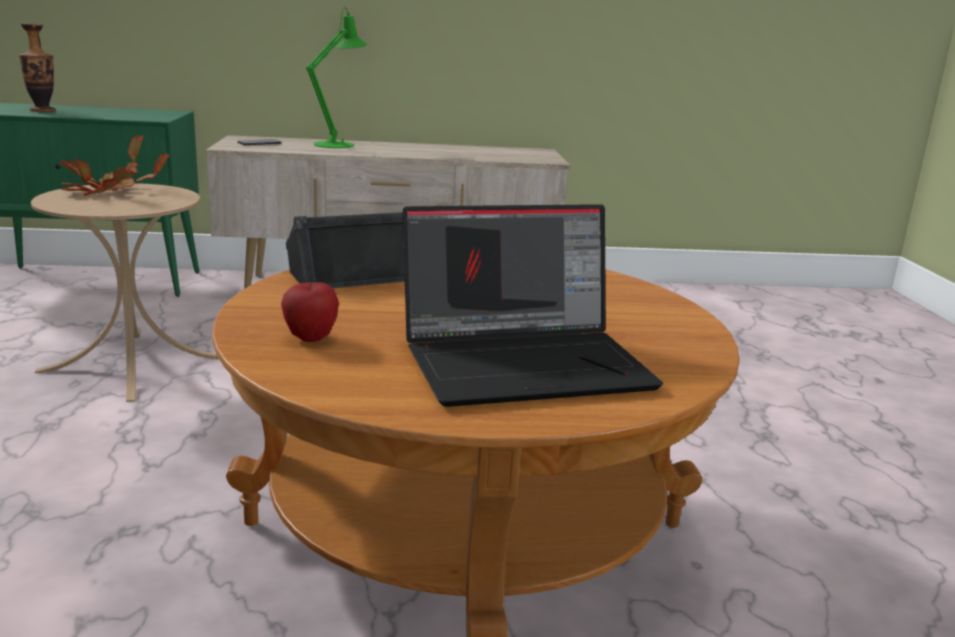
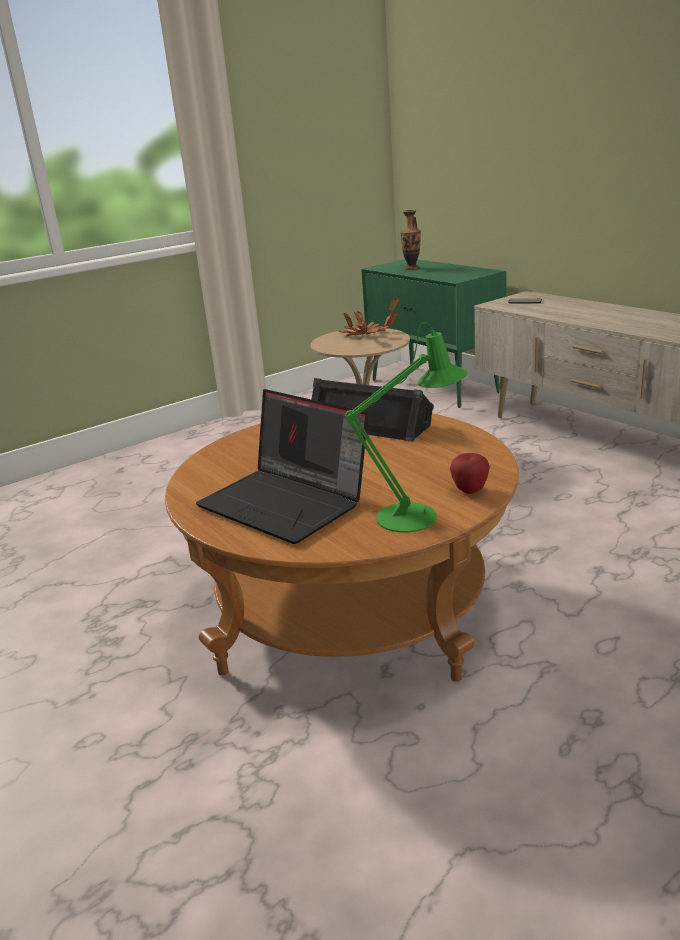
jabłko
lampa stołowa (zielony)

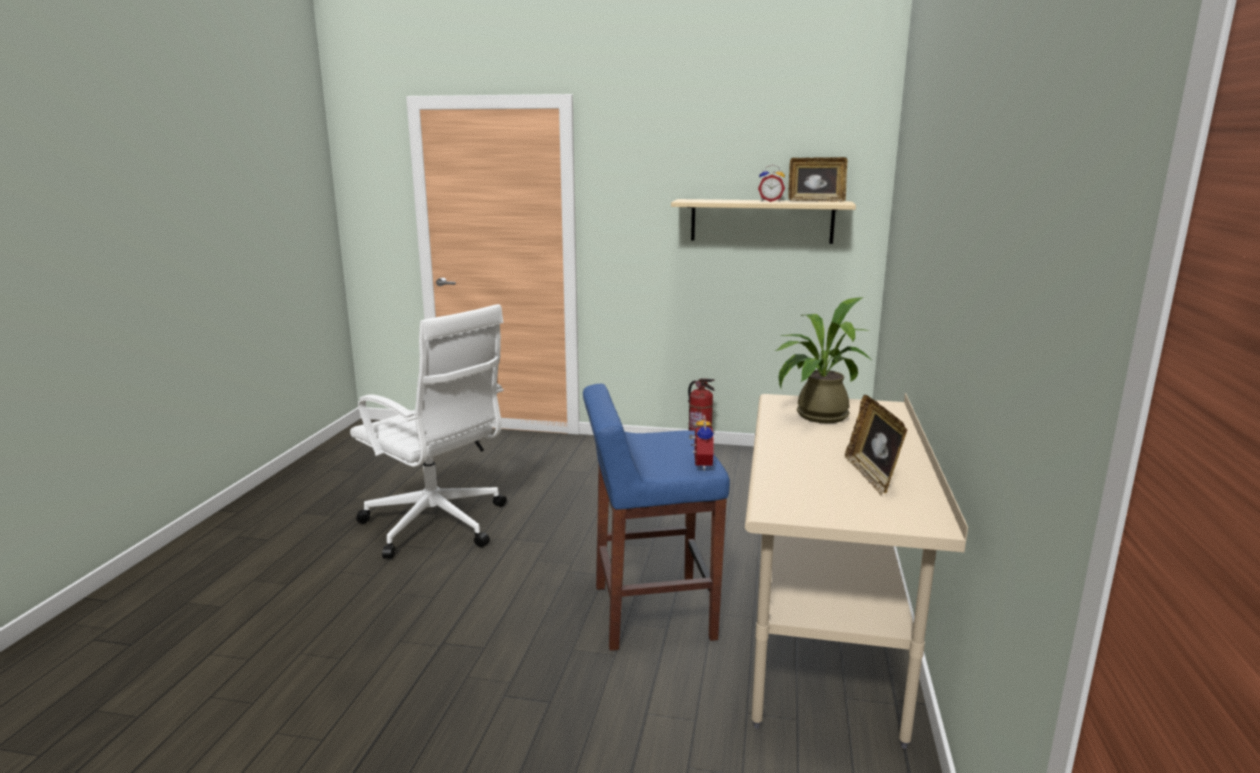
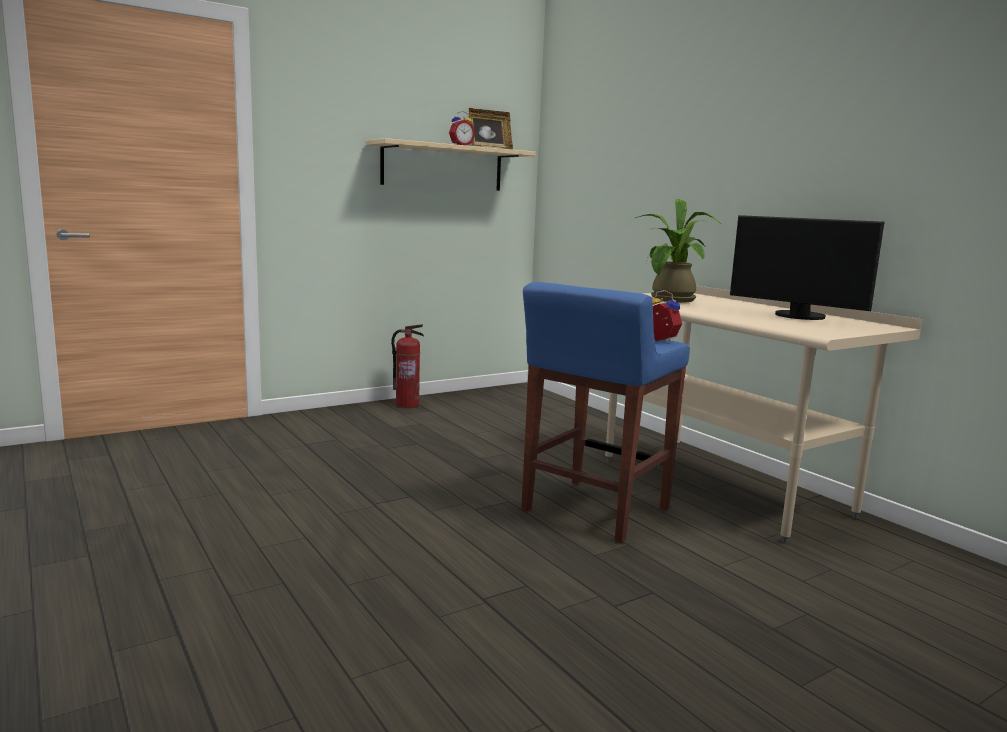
krzesło biurowe (biały)
monitor

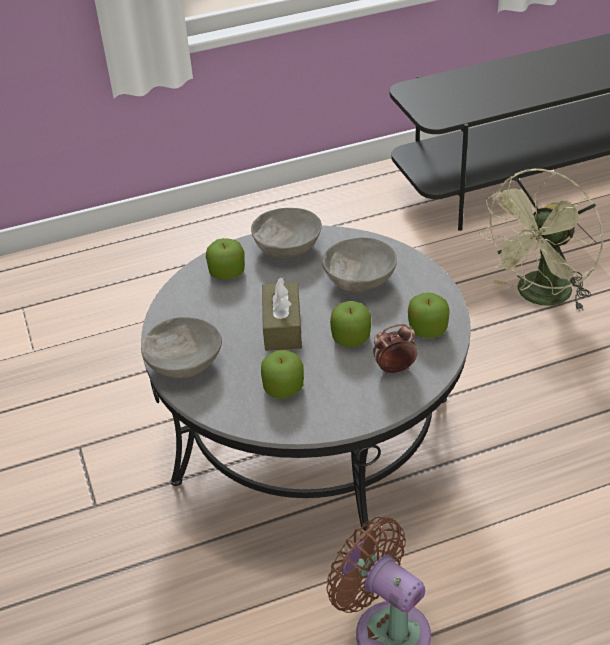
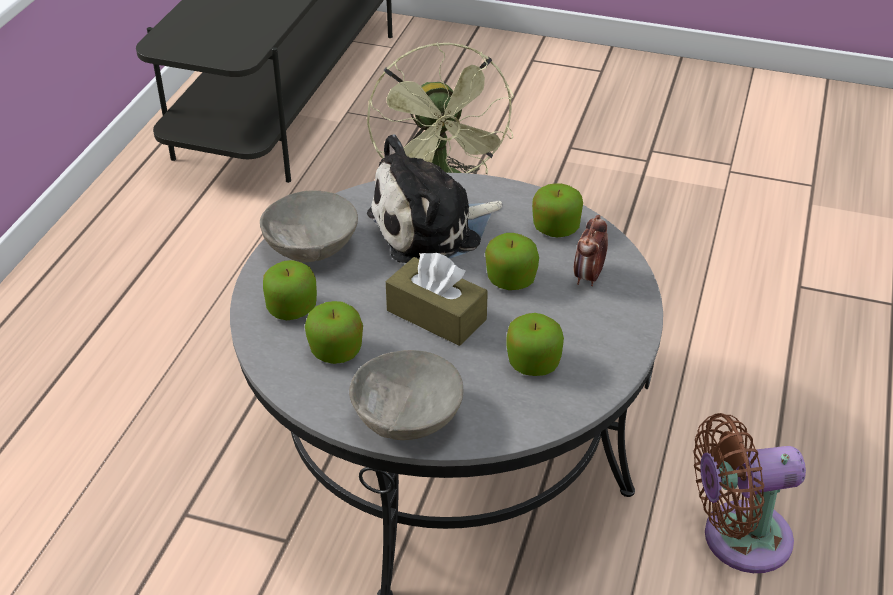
jabłko (2nd from left)
pluszak

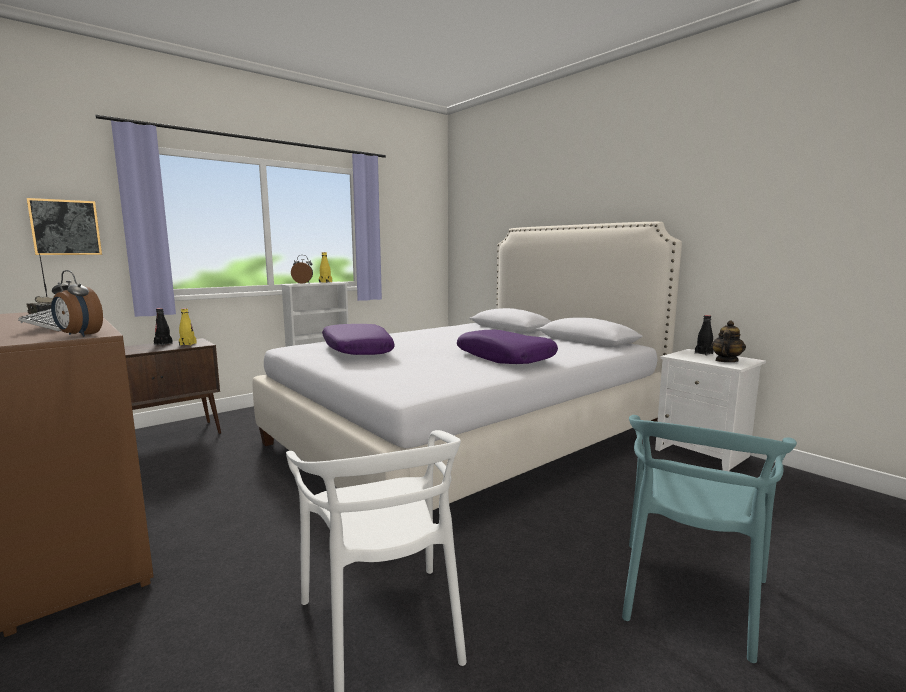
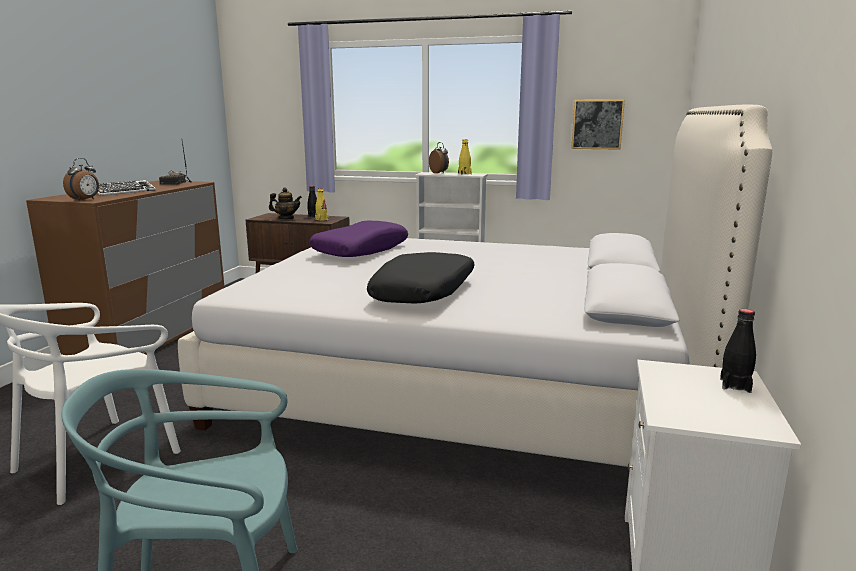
obraz
imbryk
poduszka (czarny)
budzik (1st from left)

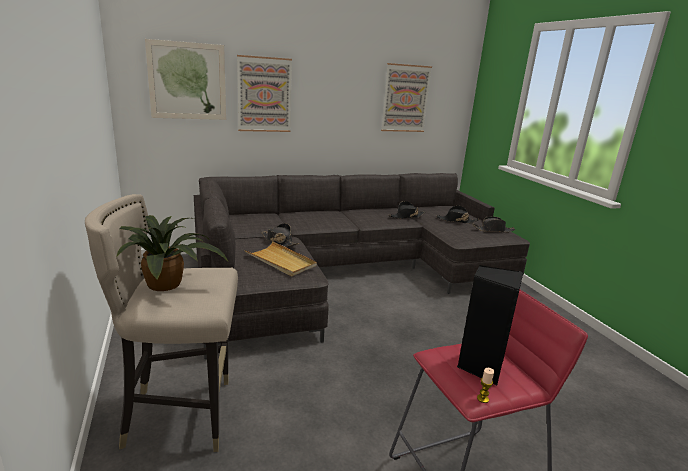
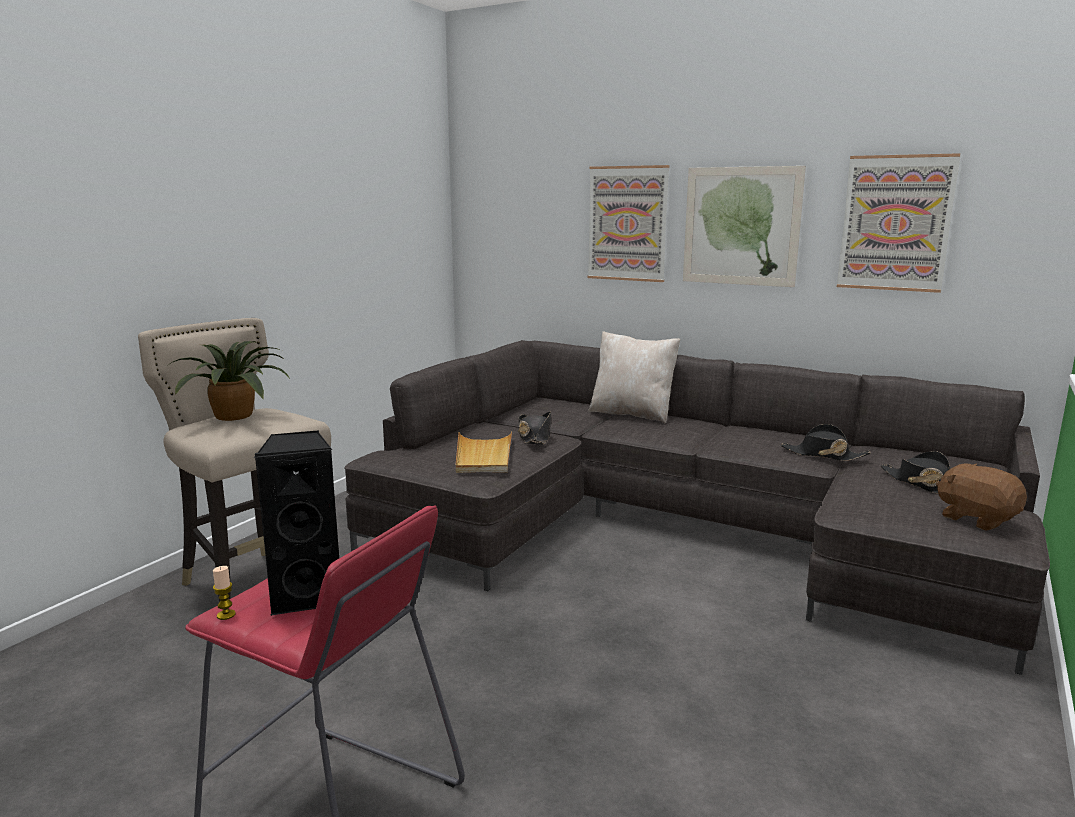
poduszka (beżowy)
obraz (2nd from left)
pluszak (brązowy)

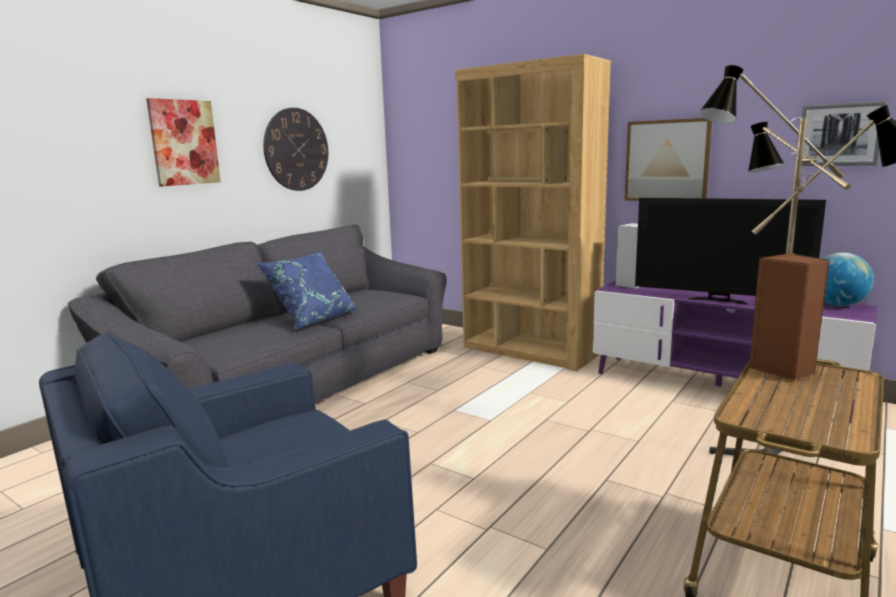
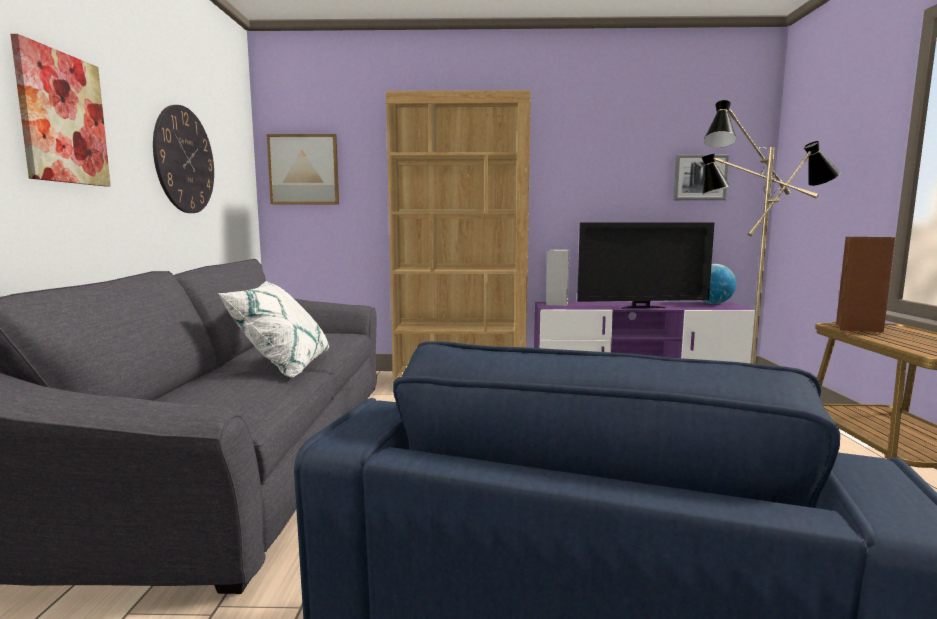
obraz (2nd from left)
poduszka (biały)

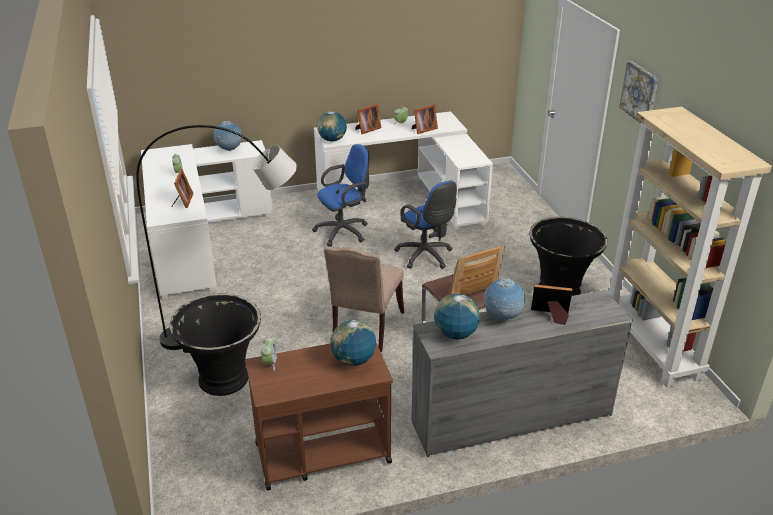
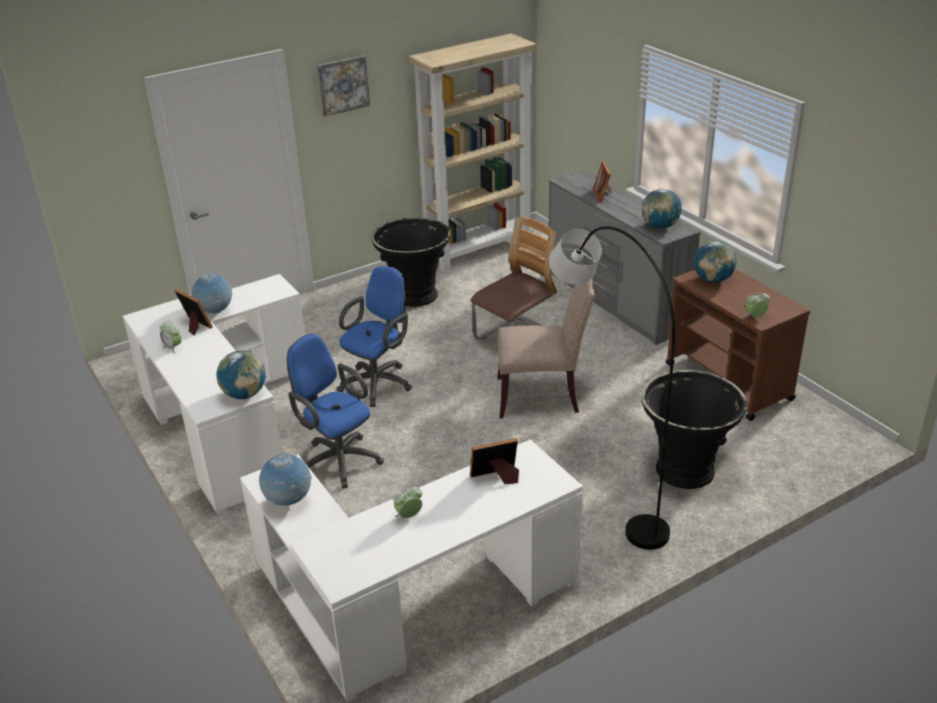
ramka na zdjęcie (2nd from left in the first image)
globus (1st from left)

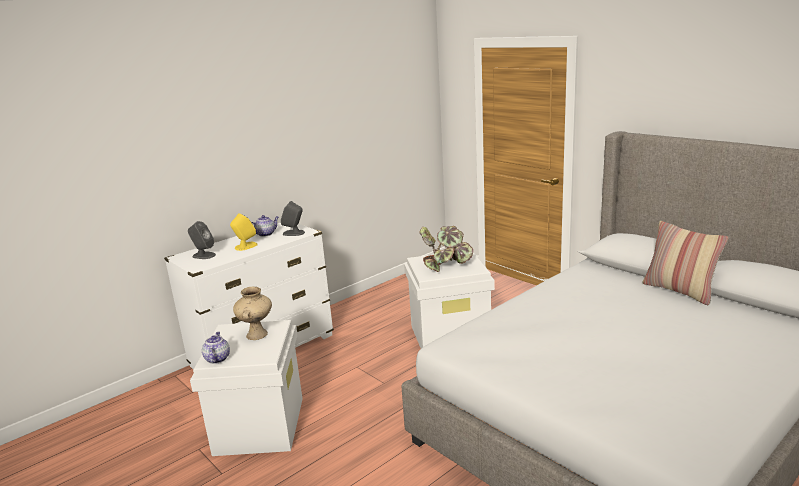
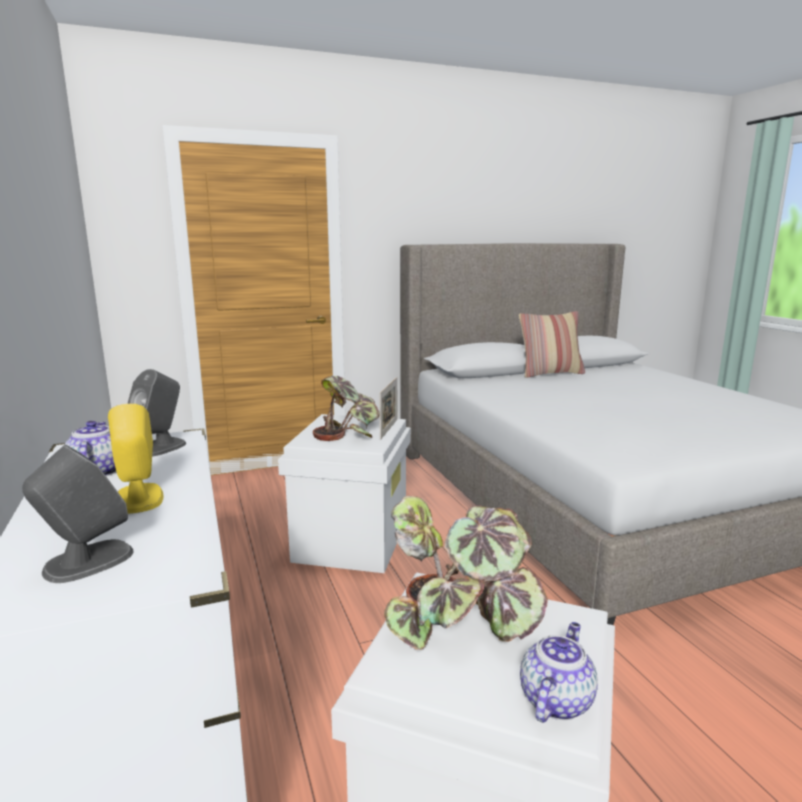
ramka na zdjęcie
roślina doniczkowa (2nd from left)
imbryk (2nd from left)

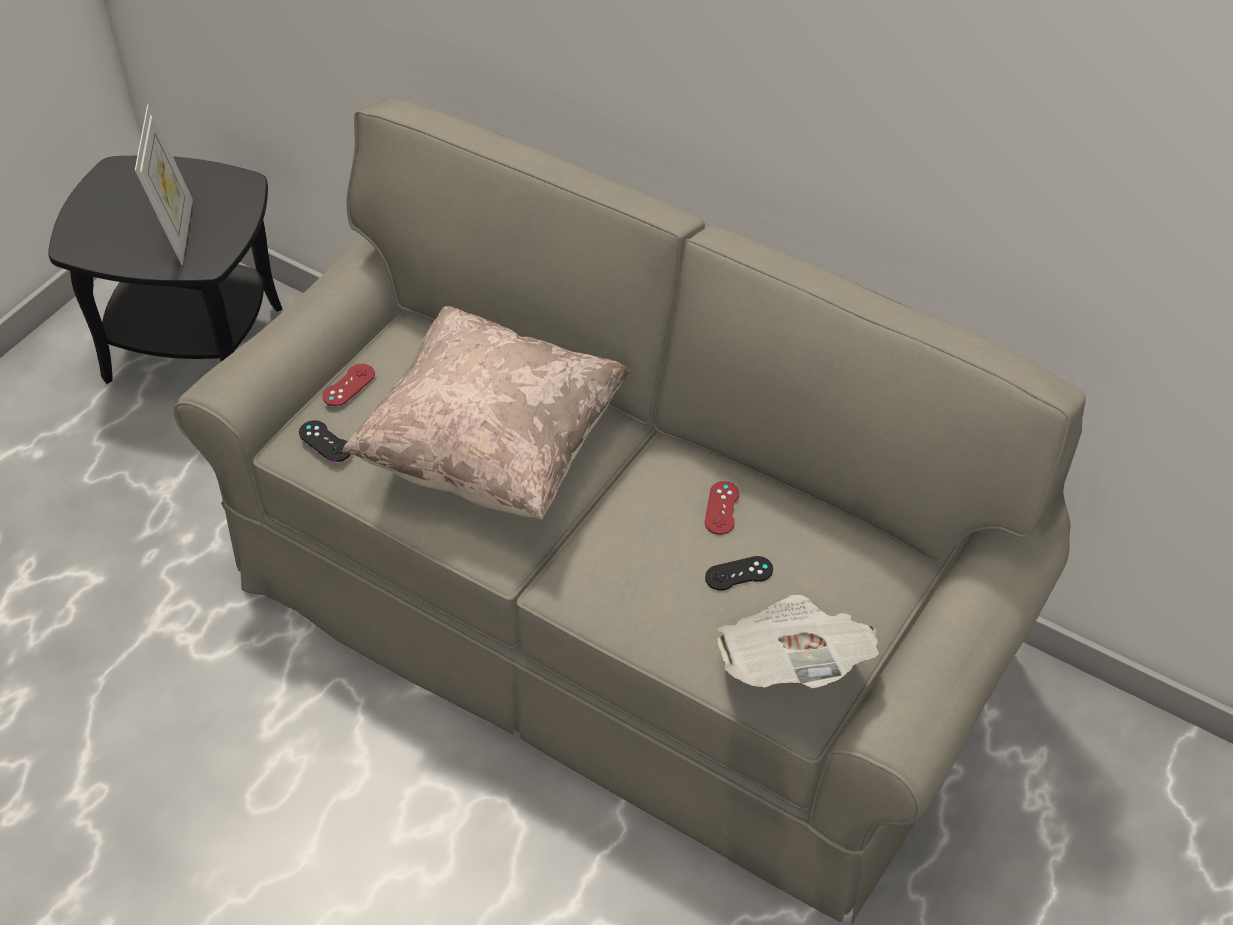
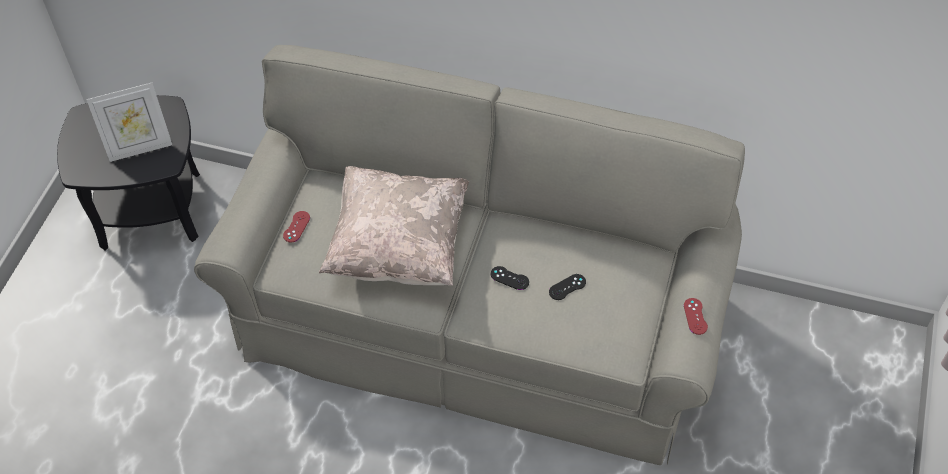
gazeta
pad do gier (czarny) (1st from left)
pad do gier (czerwony) (2nd from left)
ramka na zdjęcie

